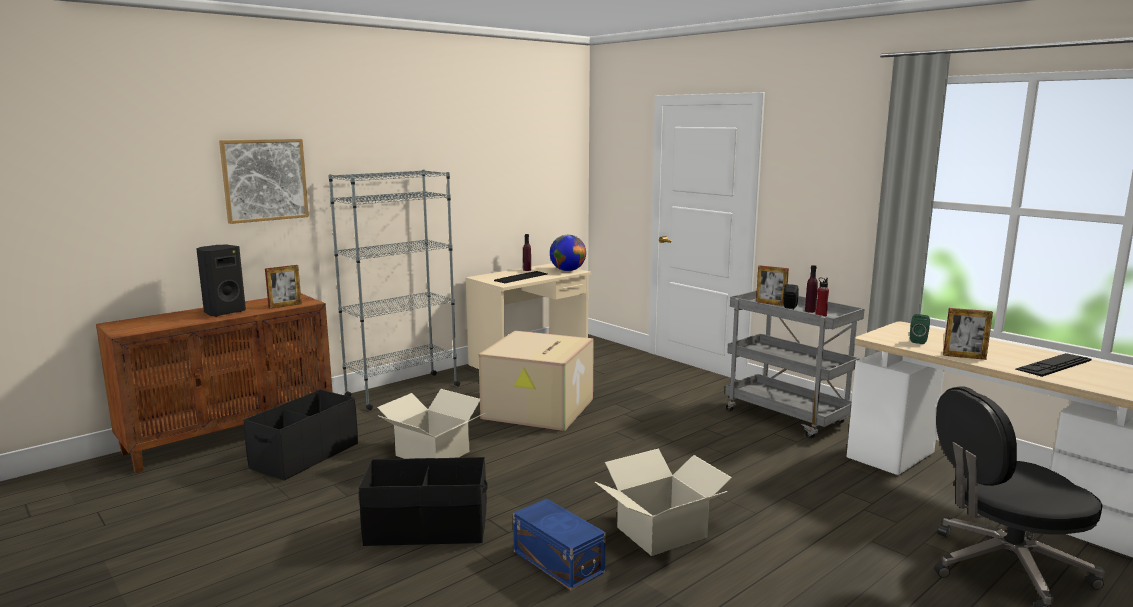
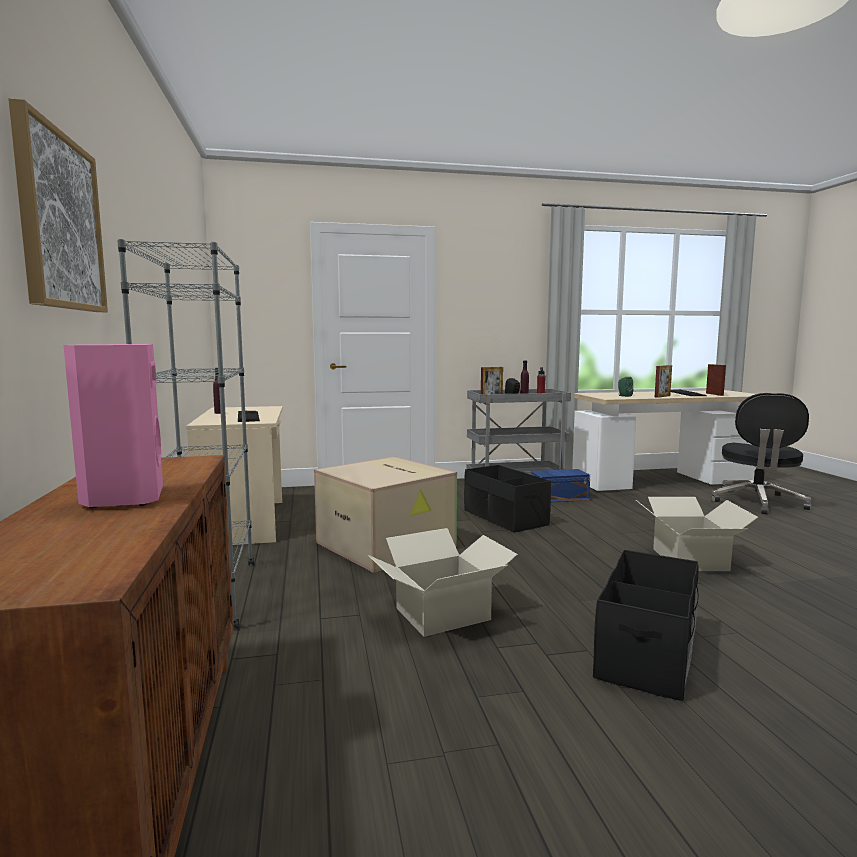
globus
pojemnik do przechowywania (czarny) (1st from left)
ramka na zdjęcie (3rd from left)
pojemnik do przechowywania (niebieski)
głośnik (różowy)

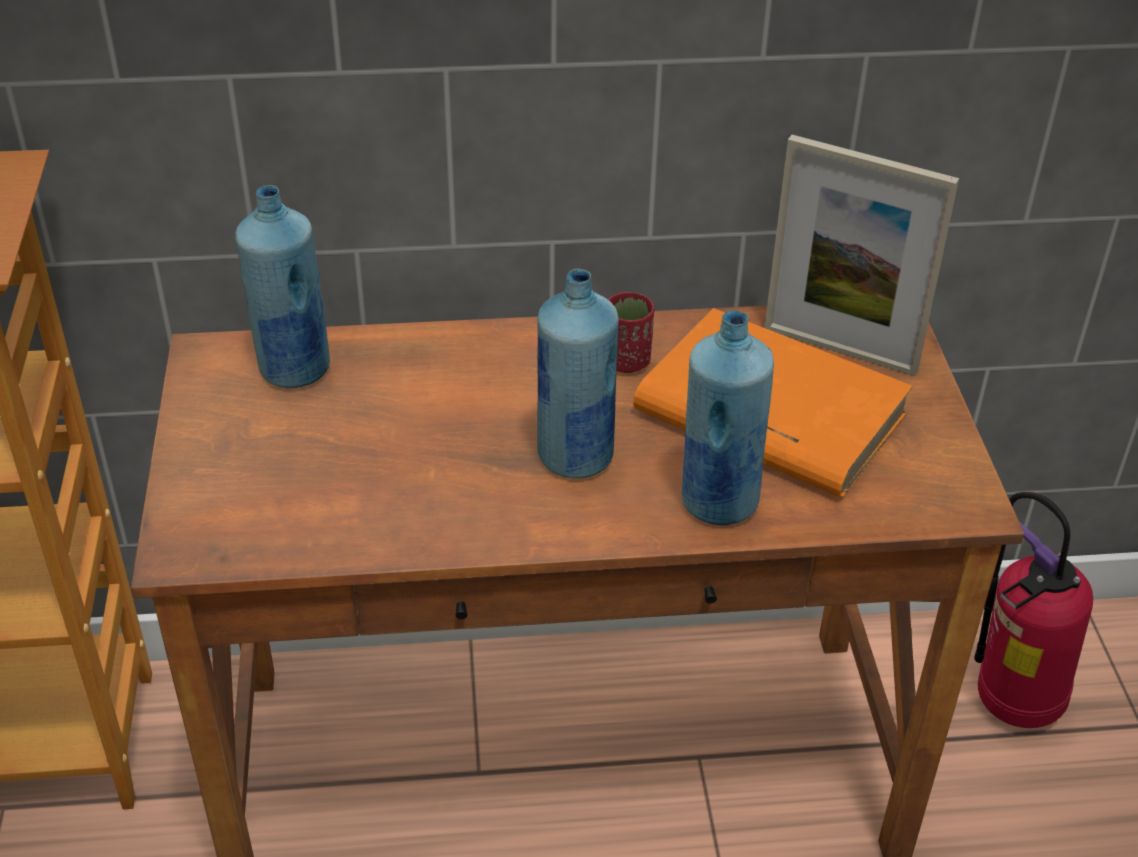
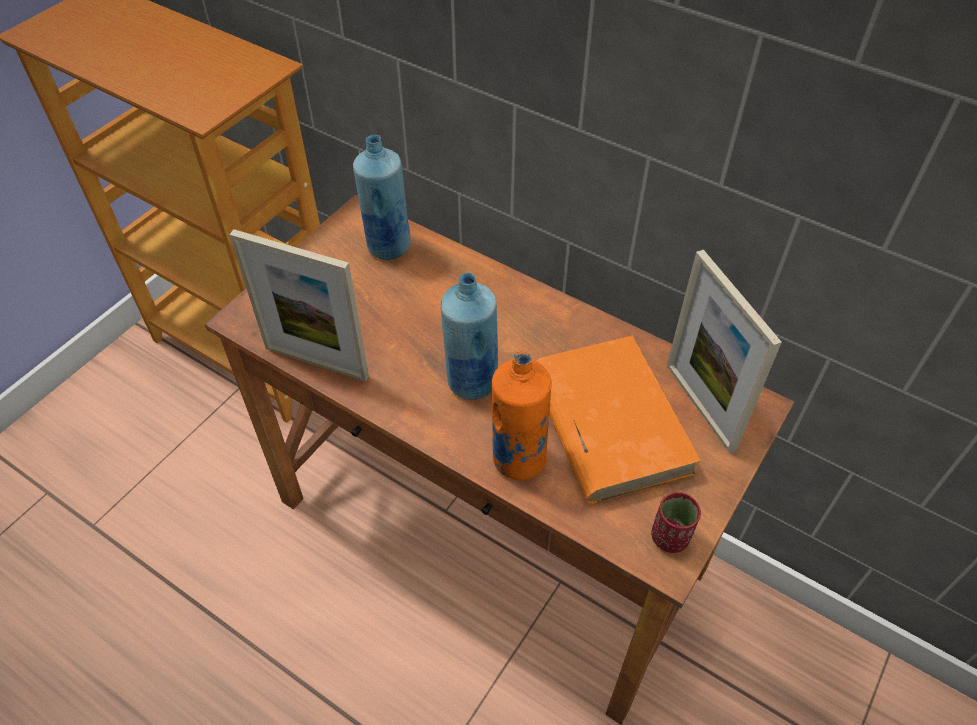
gaśnica
ramka na zdjęcie (1st from left)
filiżanka (czerwony)
butelka (pomarańczowy)

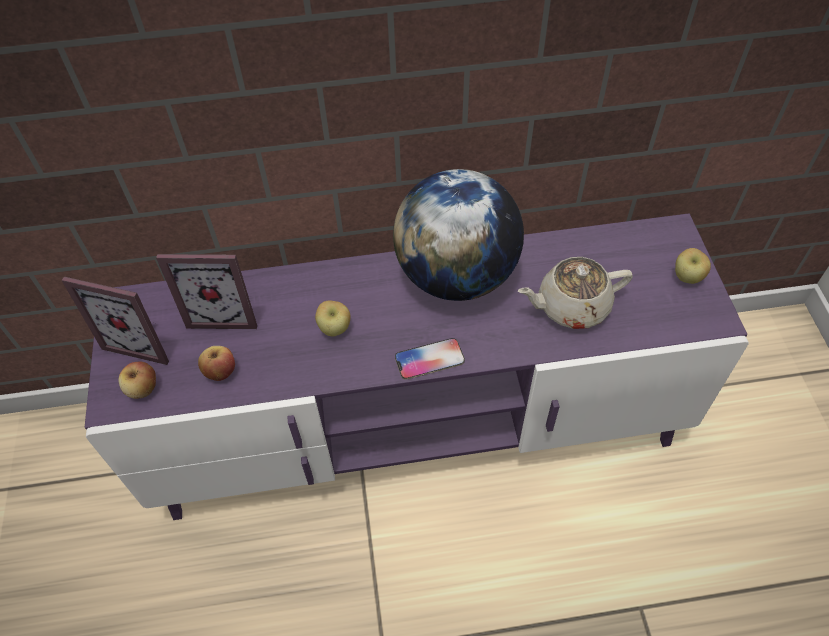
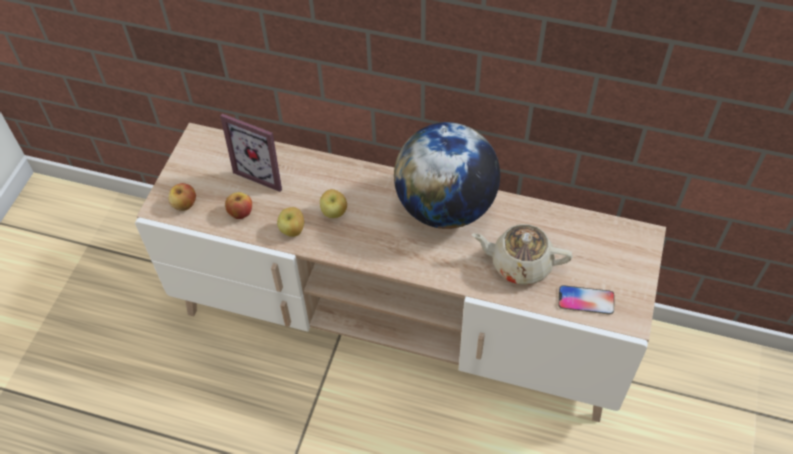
ramka na zdjęcie (1st from left in the first image)
telefon
jabłko (3rd from left)
szafka pod telewizor (beżowy)

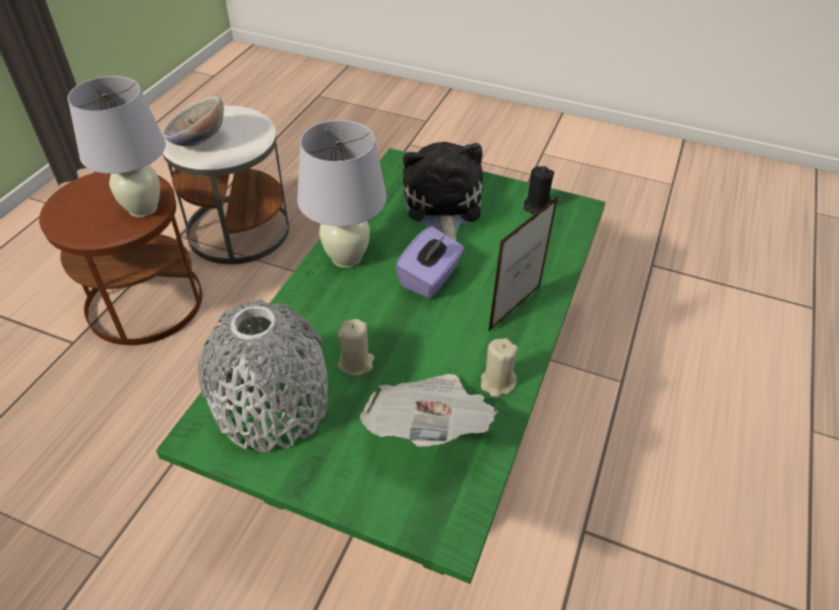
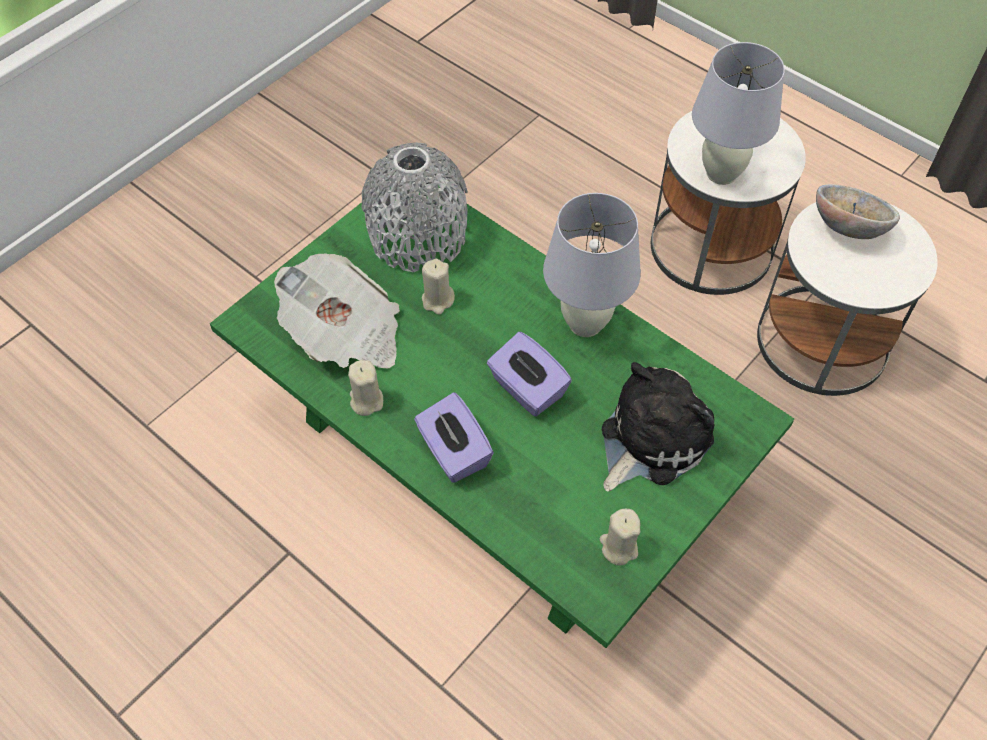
pudełko chusteczek (fioletowy) (1st from left)
stolik (biały) (1st from left)
świeca (beżowy) (3rd from left)
pluszak

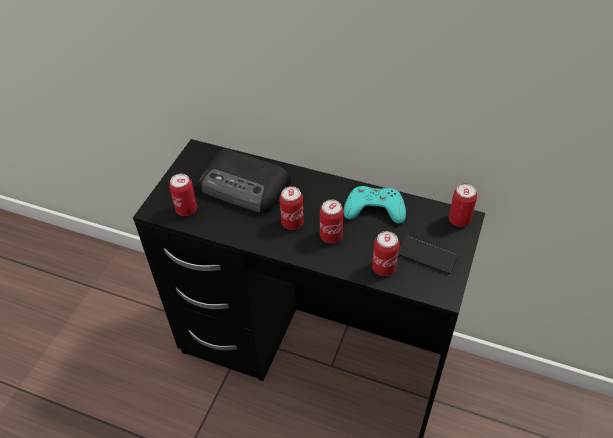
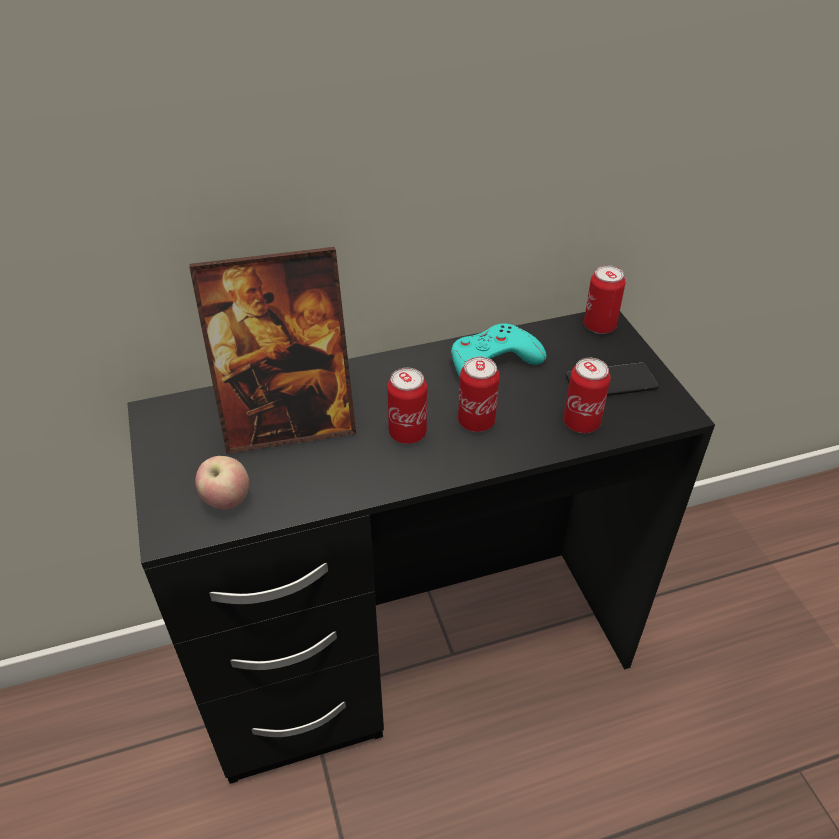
jabłko
ramka na zdjęcie

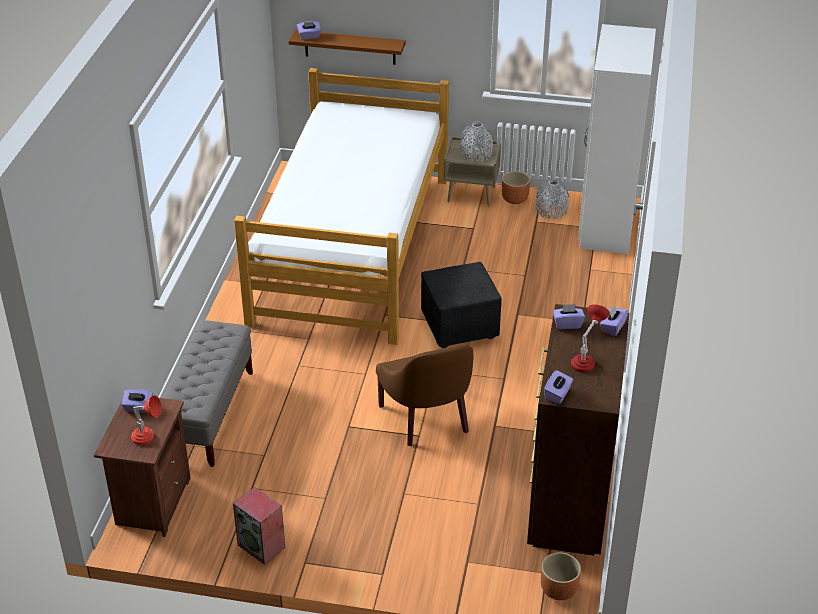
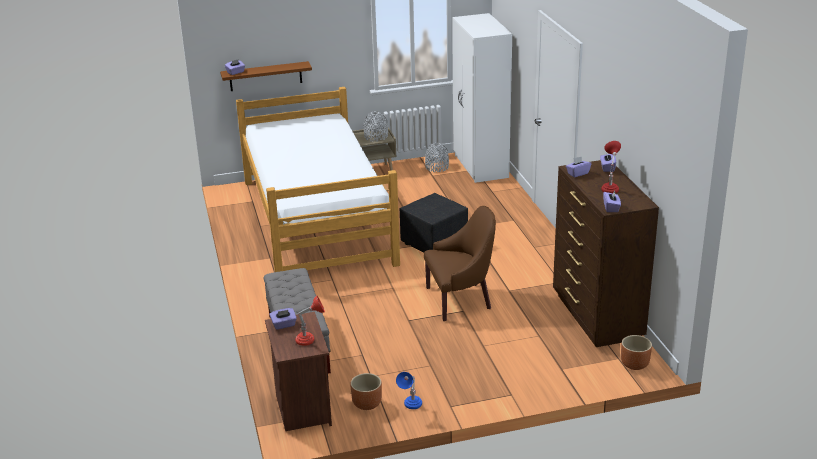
donica (brązowy) (1st from left)
lampa stołowa (niebieski)
fotel (brązowy)

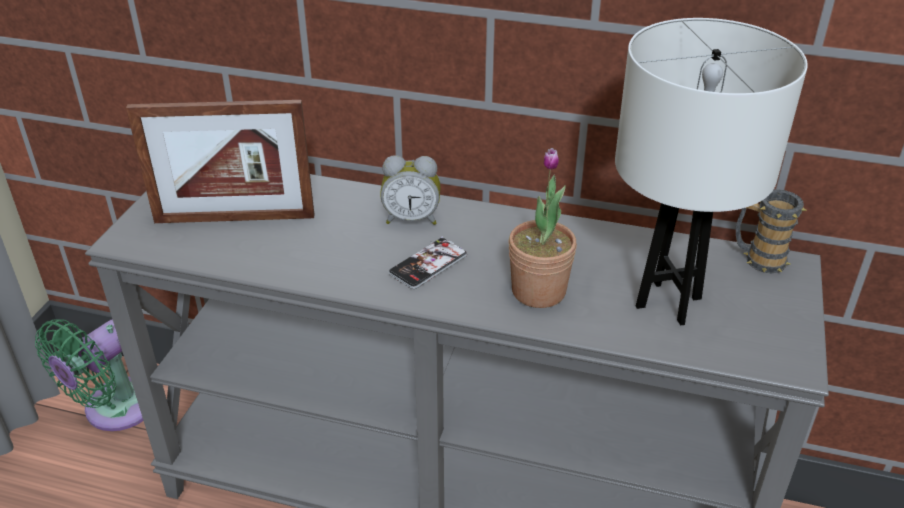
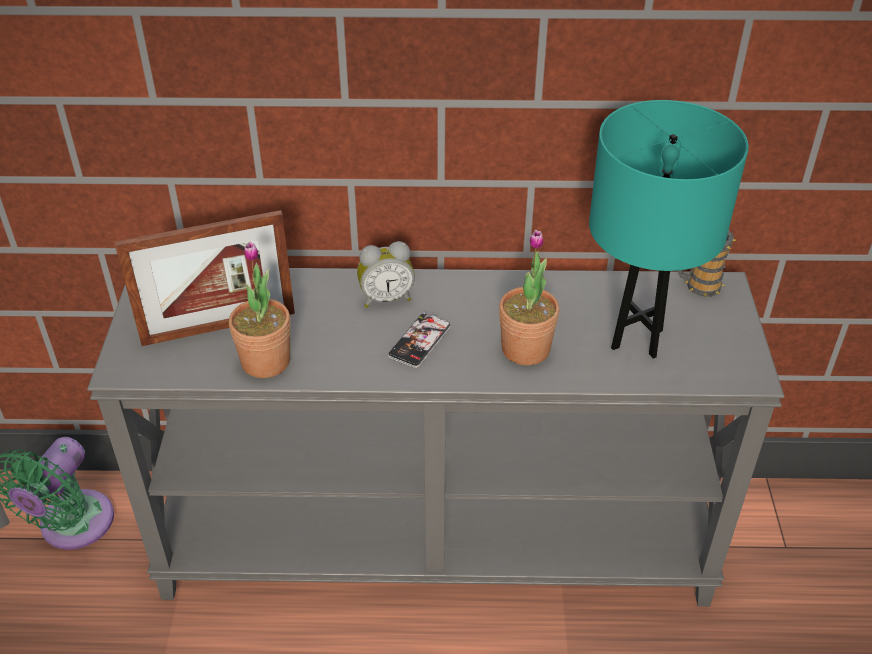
roślina doniczkowa (1st from left)
lampa stołowa (turkusowy)

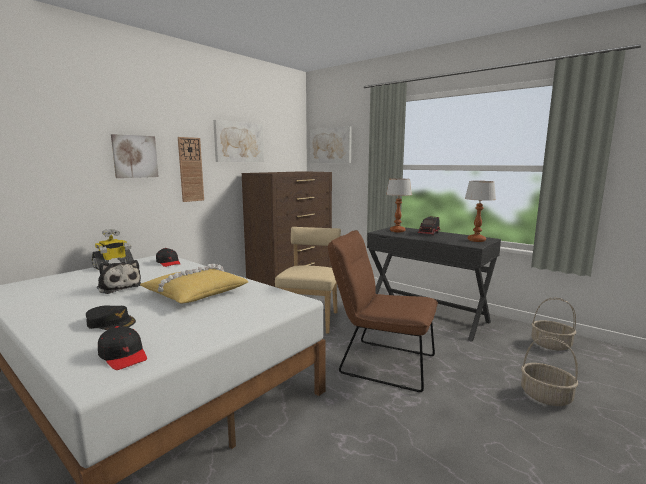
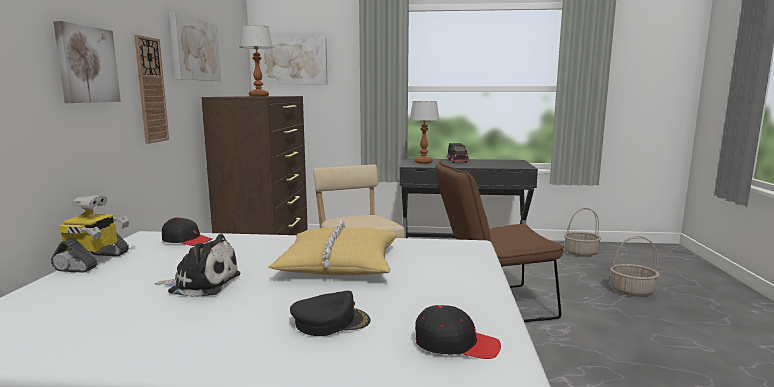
lampa stołowa (1st from left)

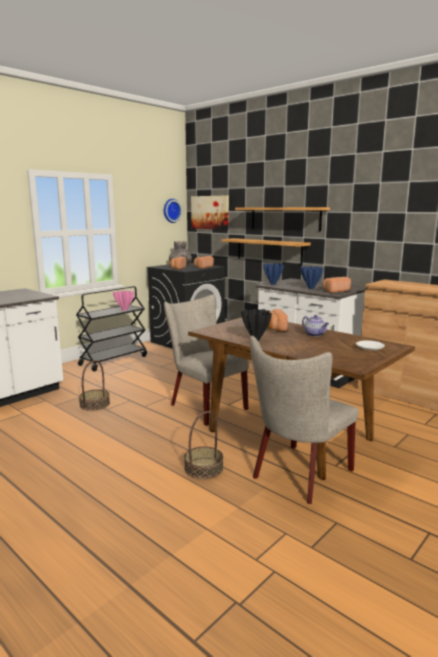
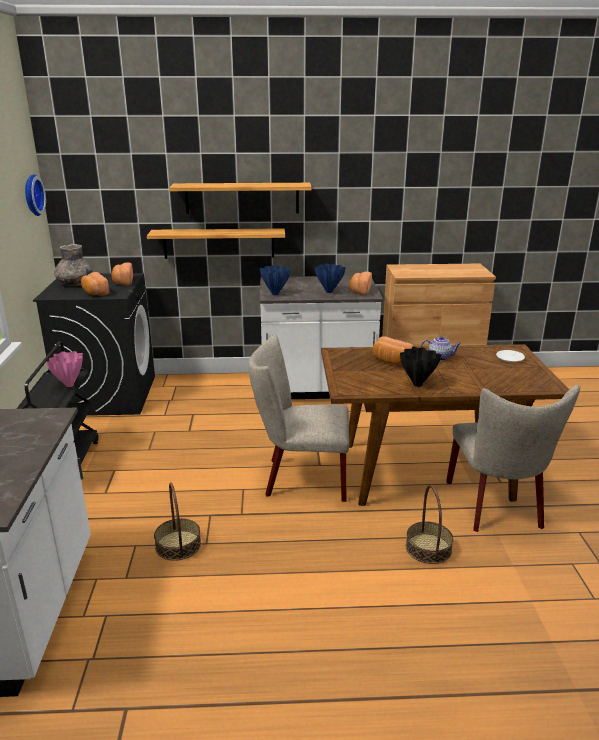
obraz

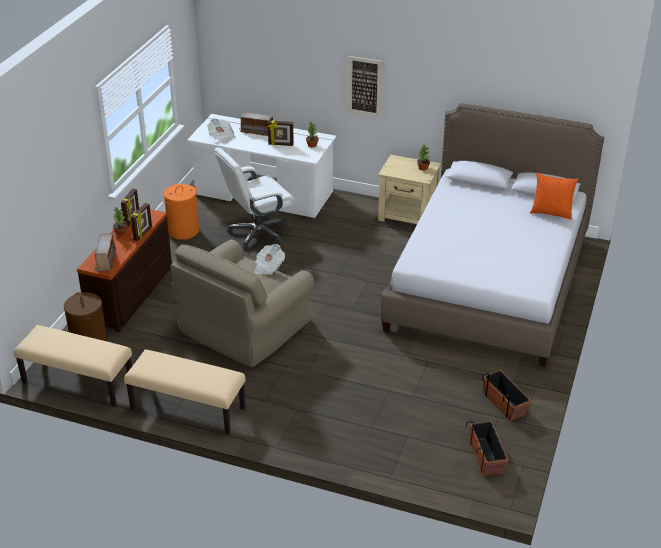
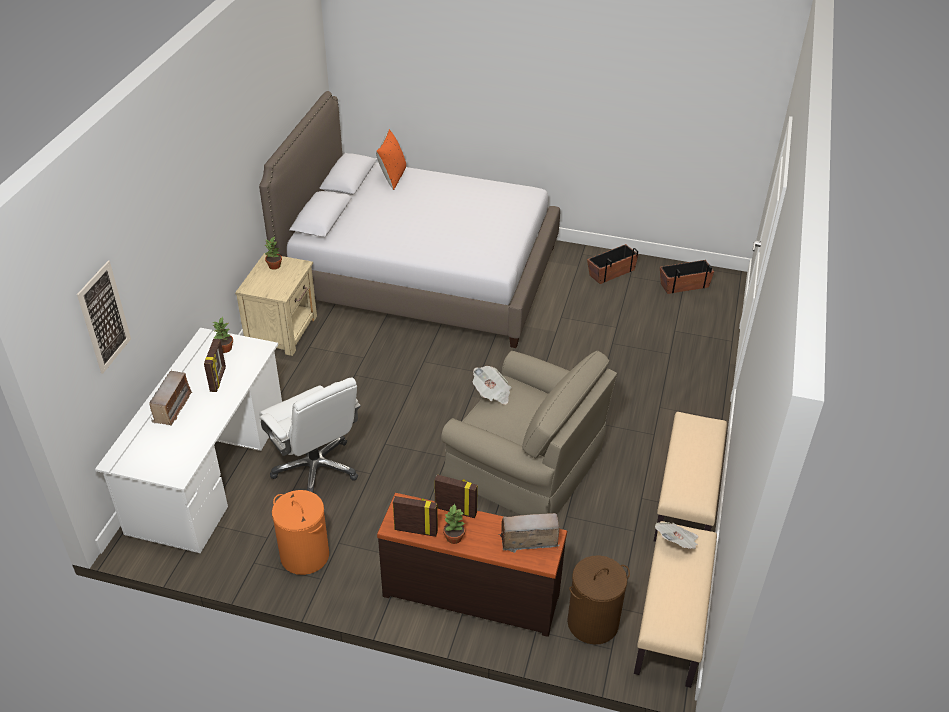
gazeta (2nd from left)
obraz

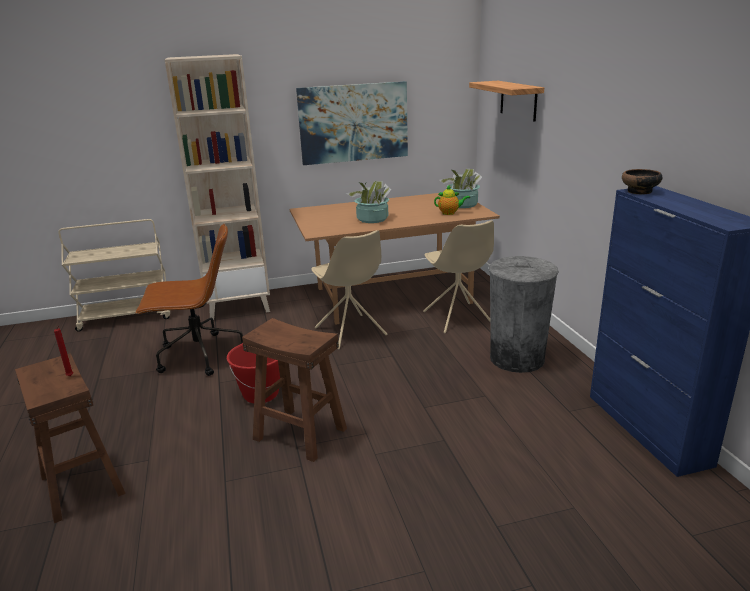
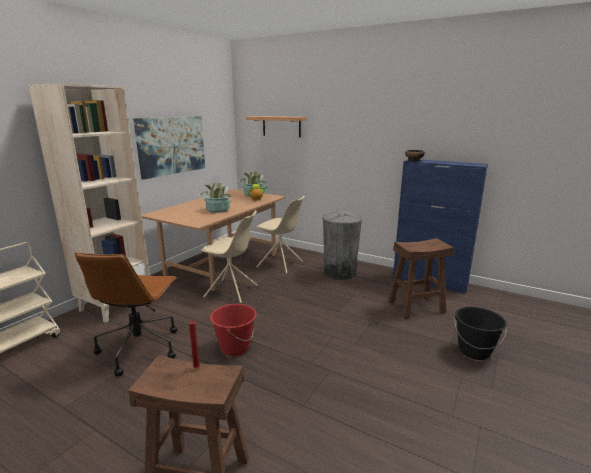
wiadro (czarny)
stołek (brązowy) (2nd from left)
krzesło biurowe (brązowy)

